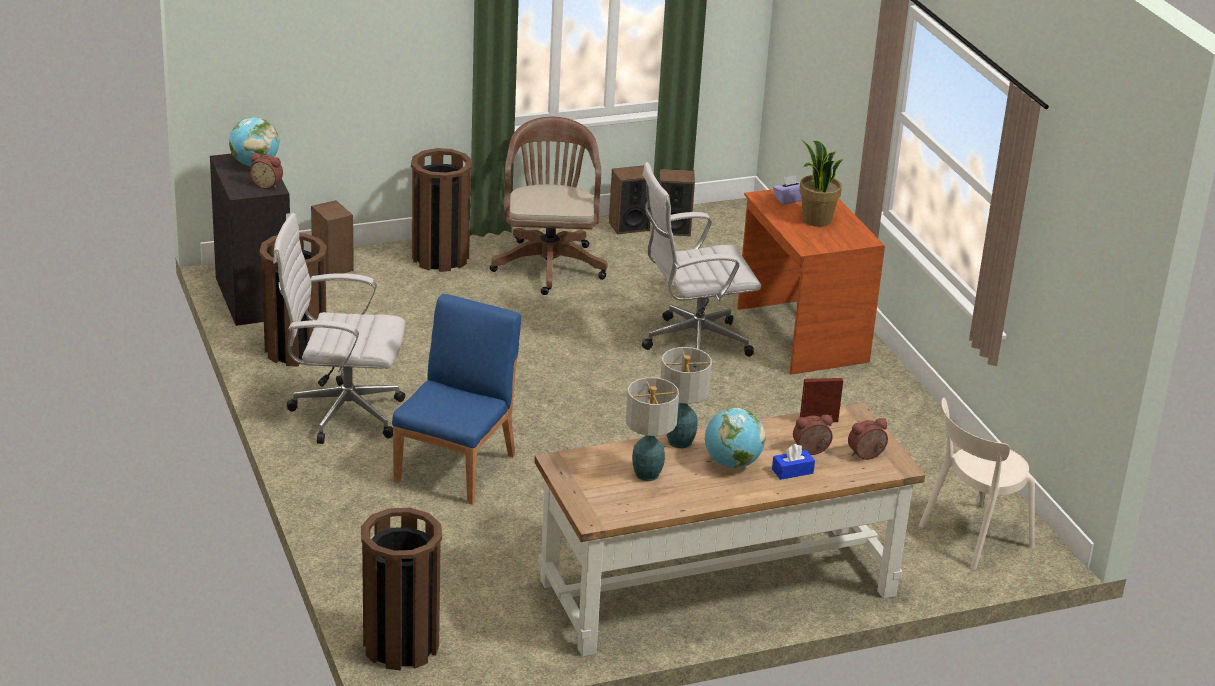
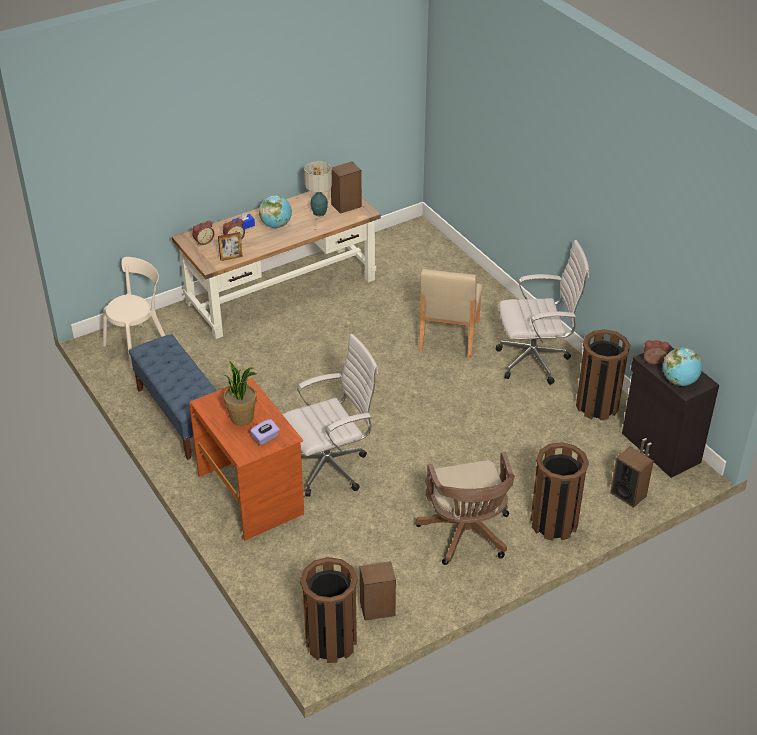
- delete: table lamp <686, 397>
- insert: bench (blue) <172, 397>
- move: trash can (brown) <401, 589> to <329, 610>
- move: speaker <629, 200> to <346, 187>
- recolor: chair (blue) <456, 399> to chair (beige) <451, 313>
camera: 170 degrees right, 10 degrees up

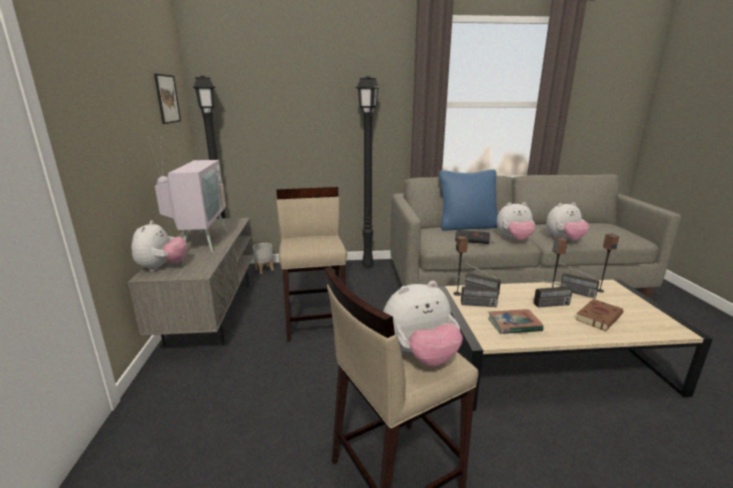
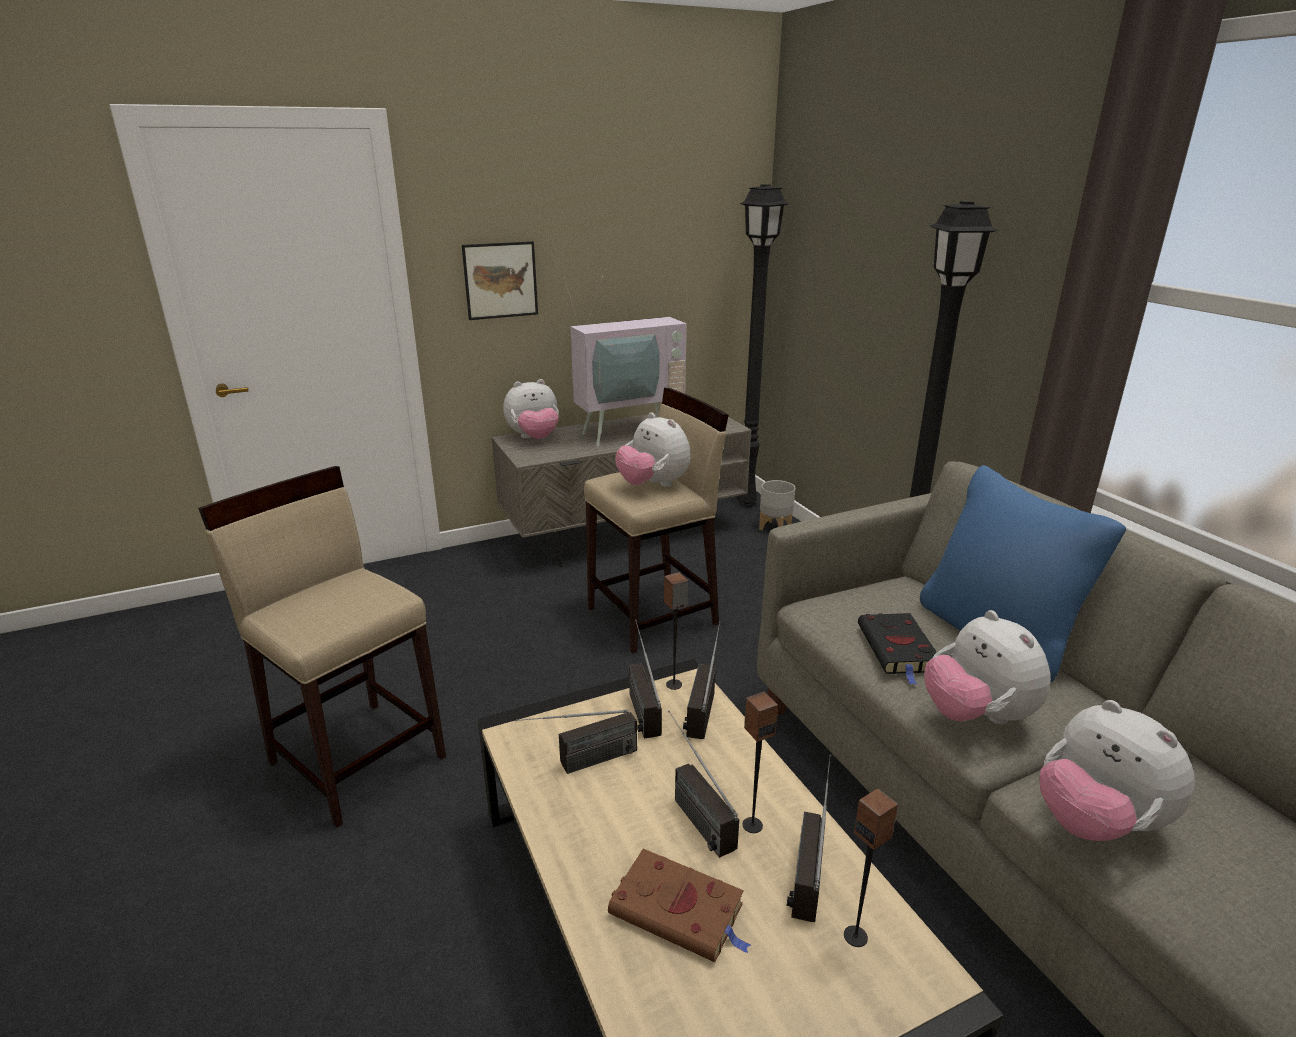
- move: picture <167, 99> to <500, 280>
- move: plush toy <423, 324> to <652, 449>
- replace: book <516, 321> to radio <576, 742>
camera: 70 degrees right, 5 degrees up

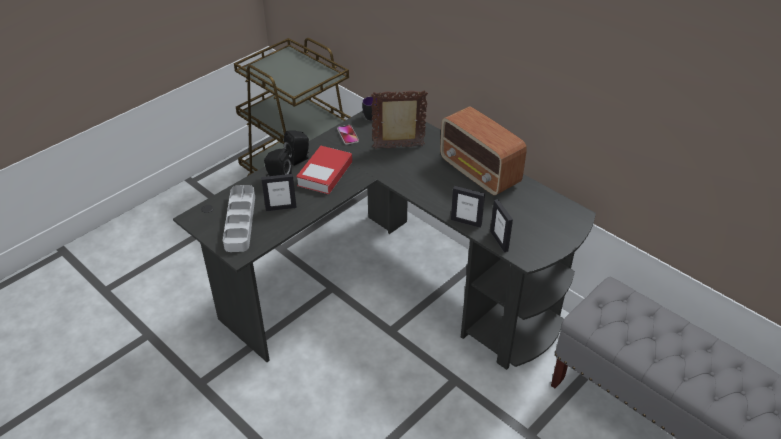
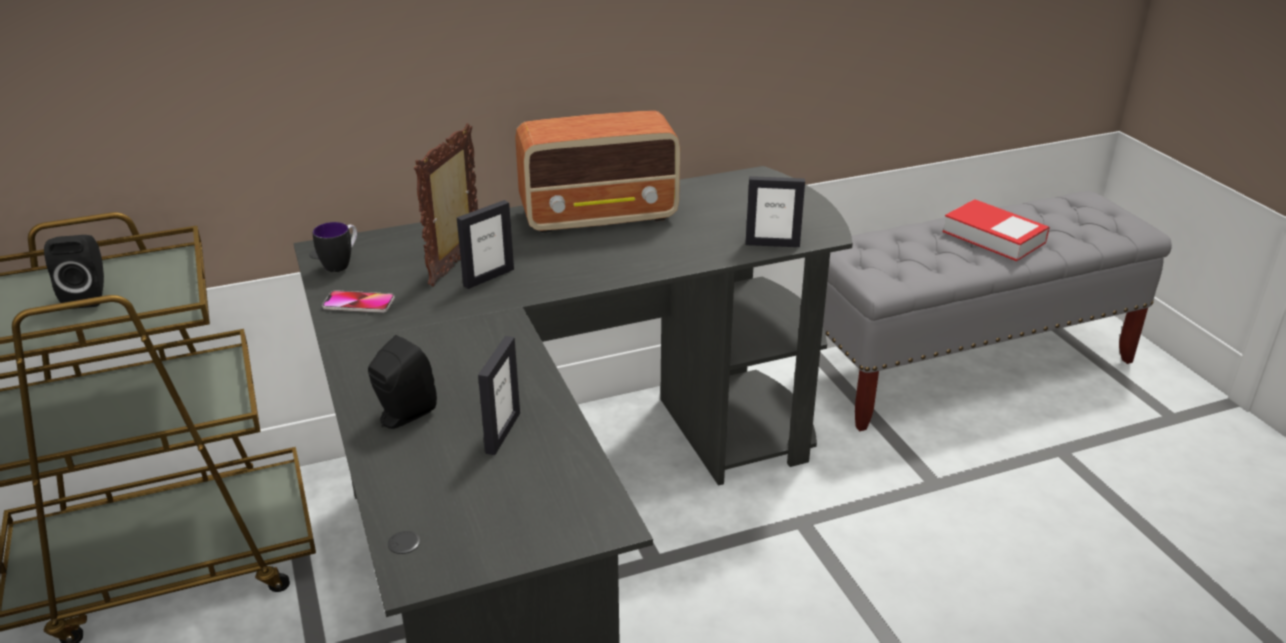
- delete: tray (grey) <239, 218>
- move: speaker (black) <296, 148> to <74, 272>
- move: book <324, 170> to <996, 230>
- move: picture frame <468, 207> to <485, 244>
camera: 65 degrees left, 10 degrees down

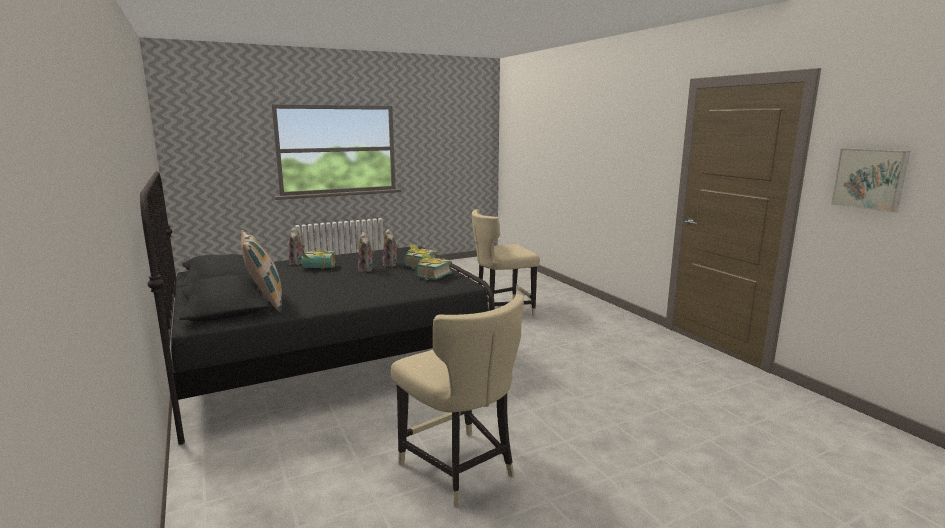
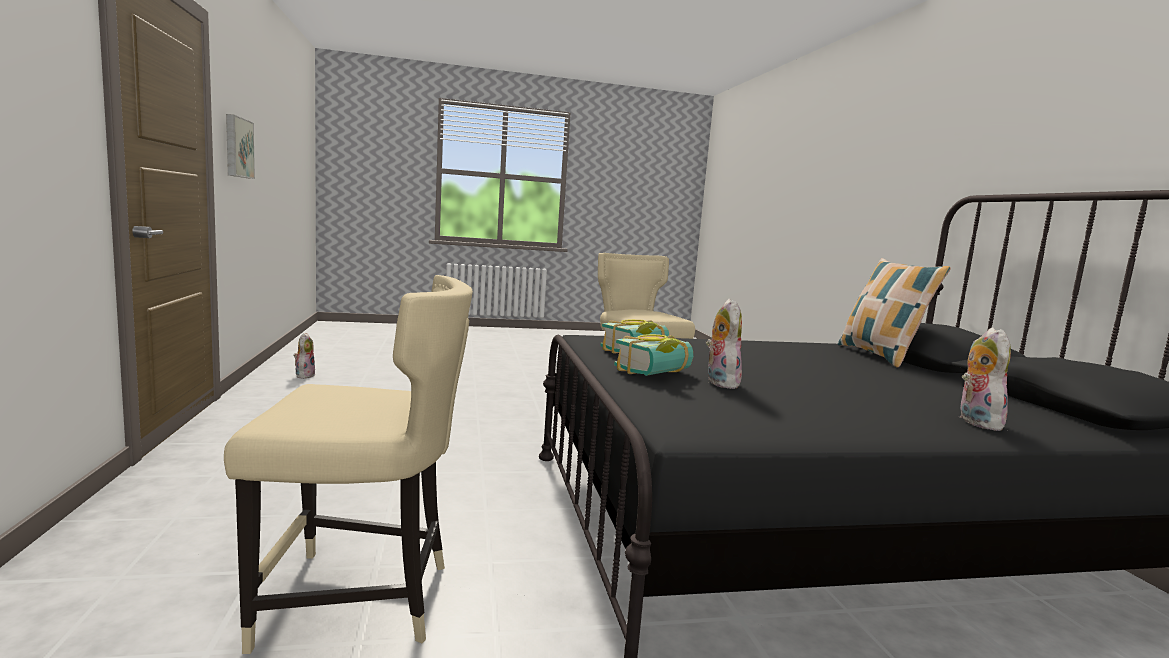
- delete: book <318, 259>
- move: plush toy <366, 252> to <304, 356>
camera: 165 degrees left, 5 degrees down

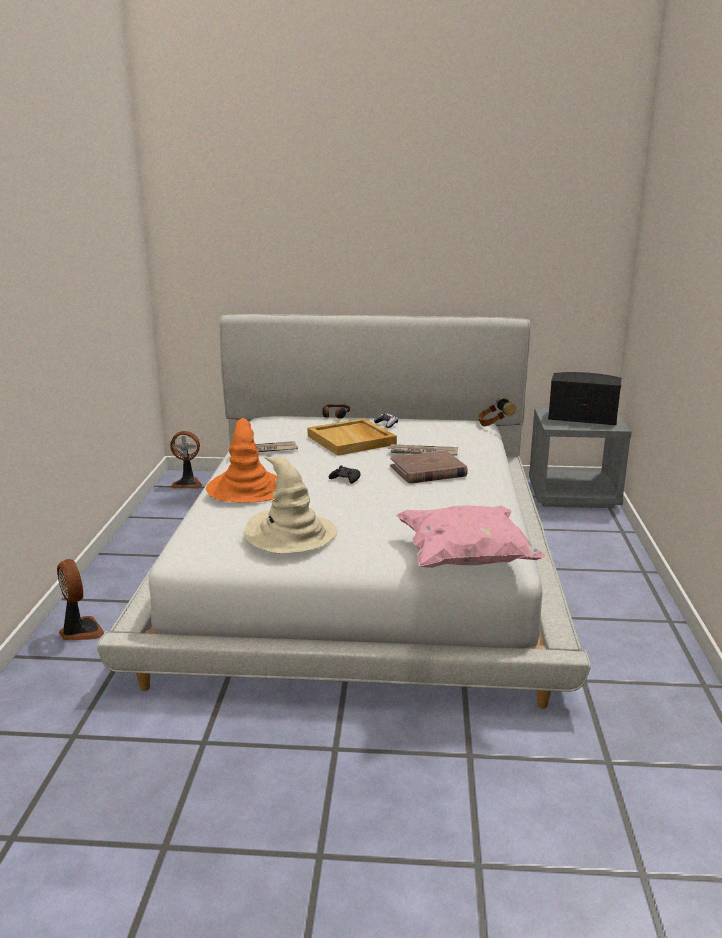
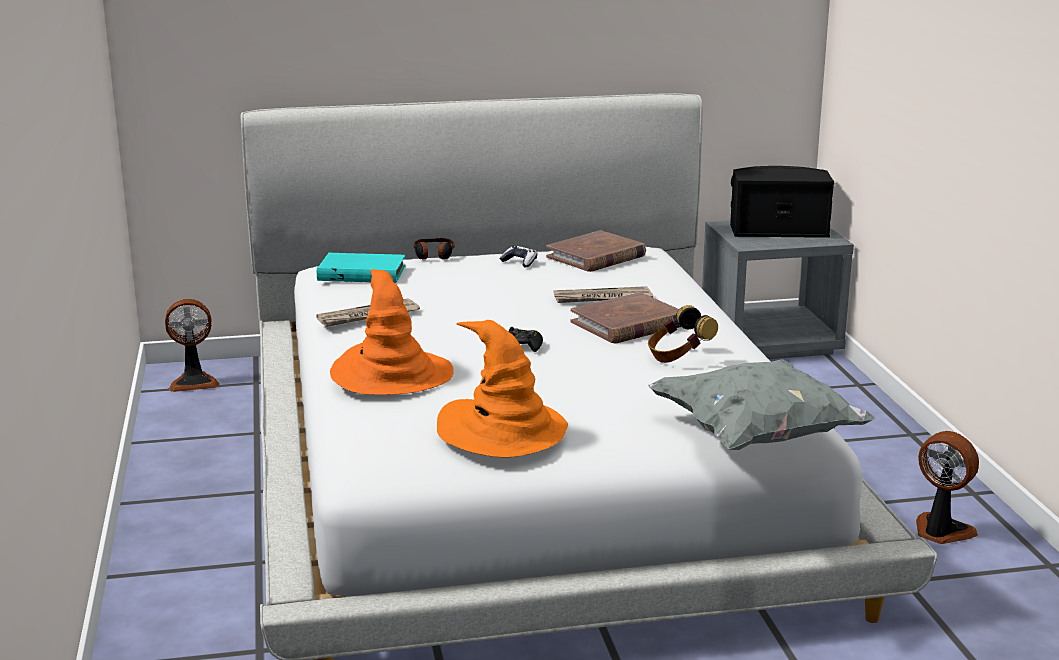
- delete: tray (beige) <352, 437>
- insert: book (turquoise) <361, 268>
- insert: book (brown) <596, 251>
- move: fan <80, 599> to <947, 487>
- move: headphones <496, 411> to <683, 334>
- recolor: hat (beige) <290, 505> to hat (orange) <502, 388>
- recolor: pillow (pink) <471, 536> to pillow (grey) <761, 404>
camera: 15 degrees left, 0 degrees up

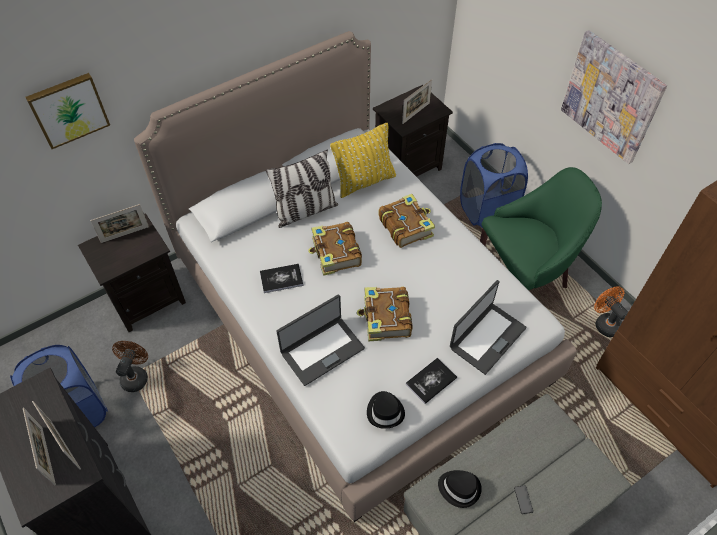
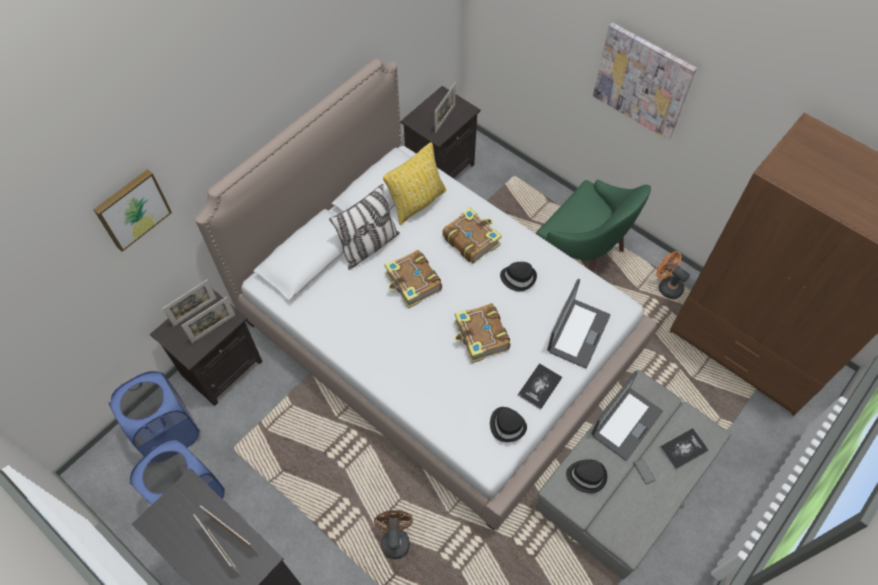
- insert: picture frame <208, 320>
- insert: hat (black) <518, 276>
- move: fan (brown) <130, 366> to <393, 534>
- move: book <281, 278> to <684, 449>
- move: laptop <321, 340> to <627, 416>
- move: laundry basket (blue) <494, 185> to <154, 413>
- rotate: armchair (green) <541, 228> = <593, 226> 75 degrees clockwise
camera: 15 degrees left, 5 degrees up

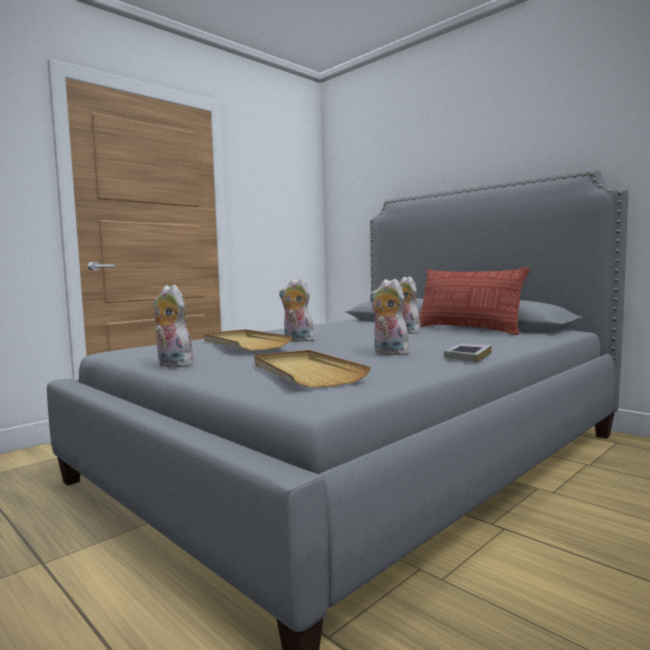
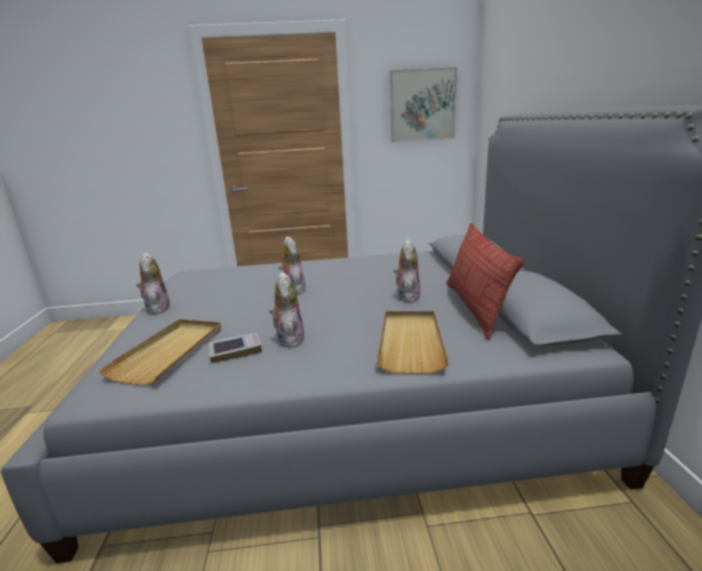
- insert: picture <423, 104>
- move: tray (beige) <248, 340> to <412, 342>
- move: book <468, 352> to <235, 348>
camera: 40 degrees right, 15 degrees up

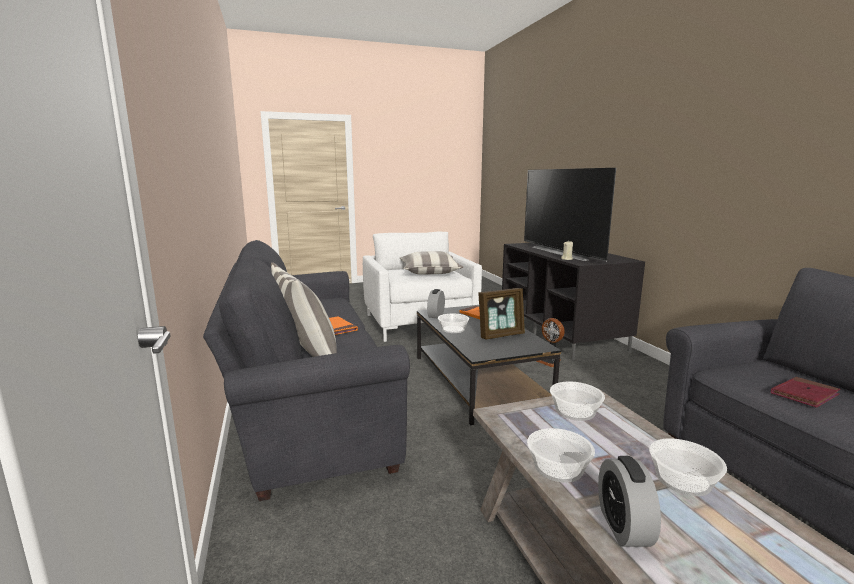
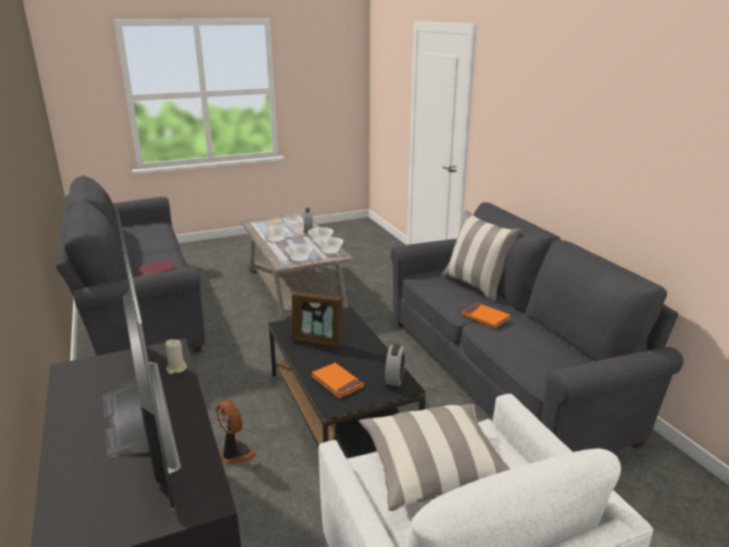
- move: bowl <453, 323> to <330, 246>
- rotate: picture frame <502, 314> = <317, 319> 135 degrees counterclockwise
camera: 175 degrees right, 10 degrees up

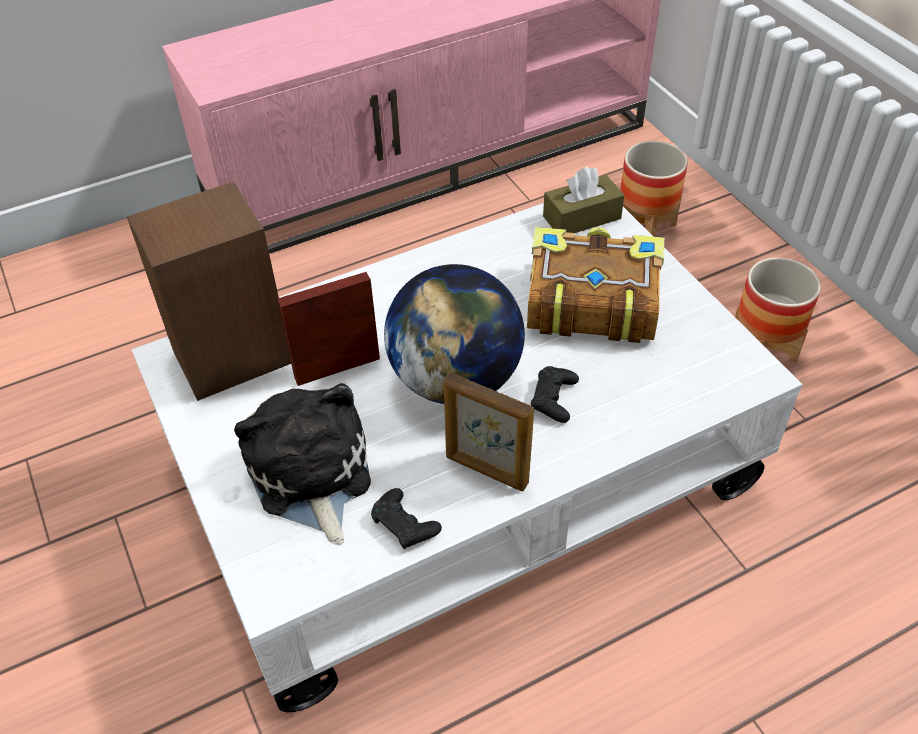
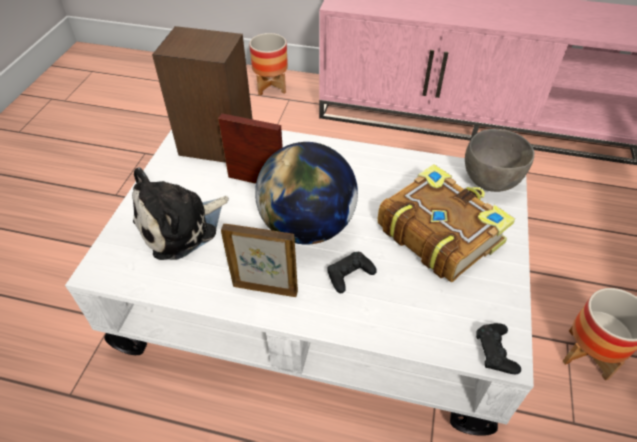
- move: game controller (black) <406, 518> to <498, 348>
- move: planter <654, 189> to <268, 64>
- replace: tissue box (brown) <583, 199> to bowl (grey) <500, 160>
- rotate: plush toy <302, 464> = <180, 213> 150 degrees counterclockwise
- rotate: picture frame <489, 431> = <259, 260> 120 degrees clockwise
camera: 40 degrees right, 0 degrees up

